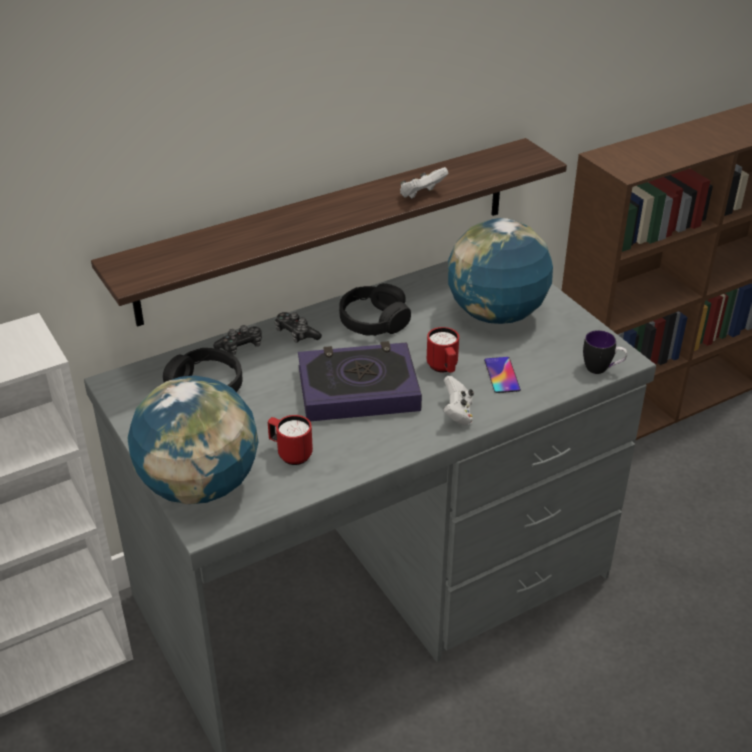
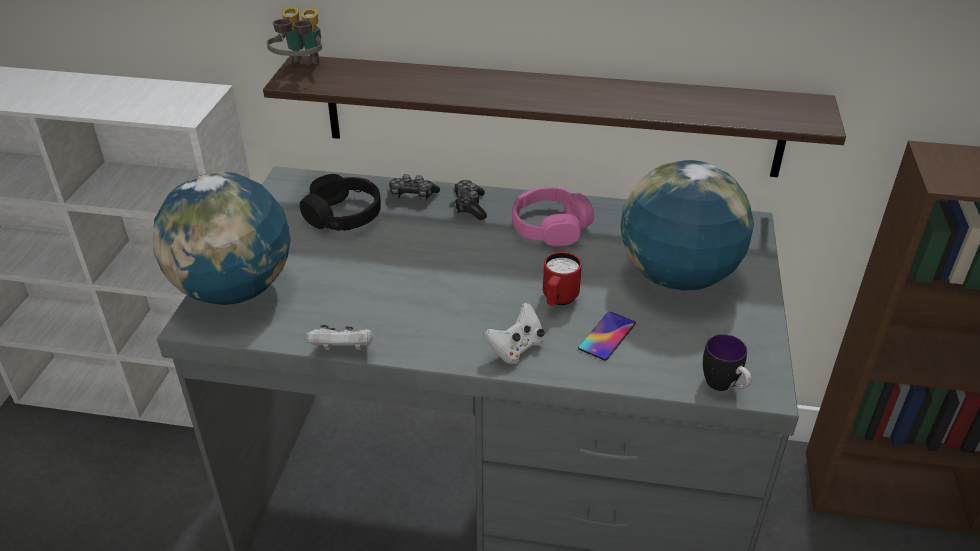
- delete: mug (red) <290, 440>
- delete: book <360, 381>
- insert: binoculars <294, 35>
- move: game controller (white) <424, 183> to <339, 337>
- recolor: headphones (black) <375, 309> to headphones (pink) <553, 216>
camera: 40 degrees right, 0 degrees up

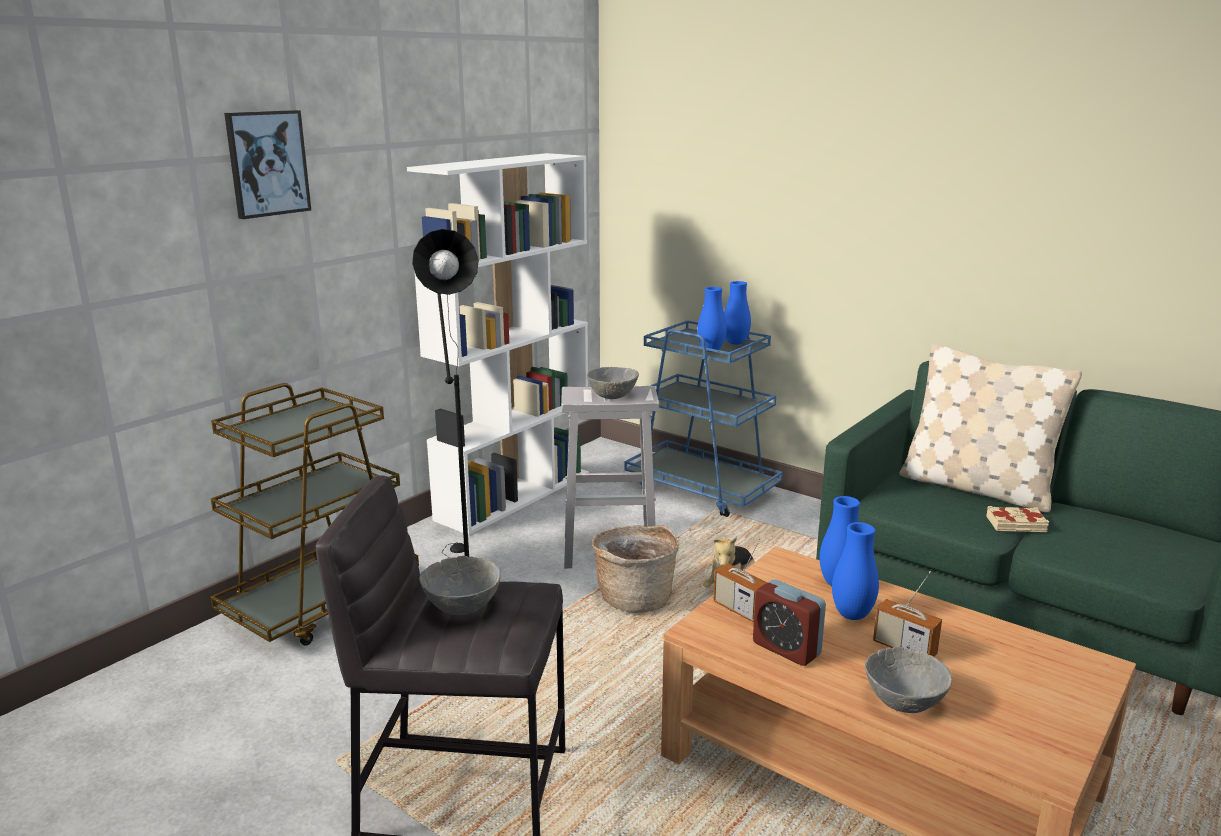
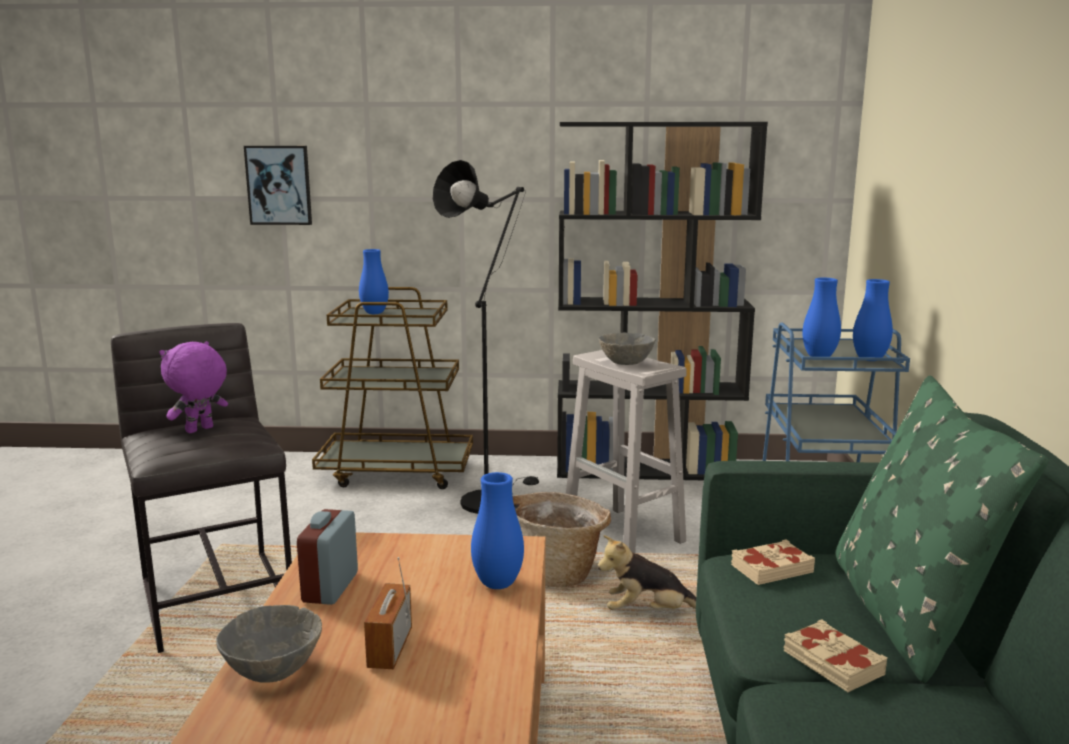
- delete: radio <740, 580>
- insert: book (beige) <773, 562>
- move: picture <267, 164> to <278, 185>
- move: vase (blue) <855, 571> to <374, 281>
- replace: bowl (grey) <460, 585> to plush toy (purple) <193, 387>
- recolor: bookcase (white) <498, 344> to bookcase (black) <662, 301>
- recolor: pillow (beige) <990, 428> to pillow (green) <941, 529>
camera: 55 degrees right, 5 degrees down

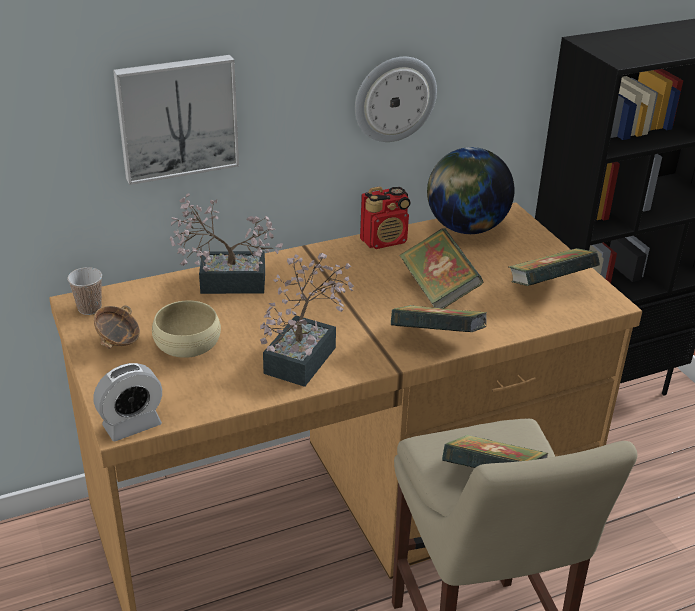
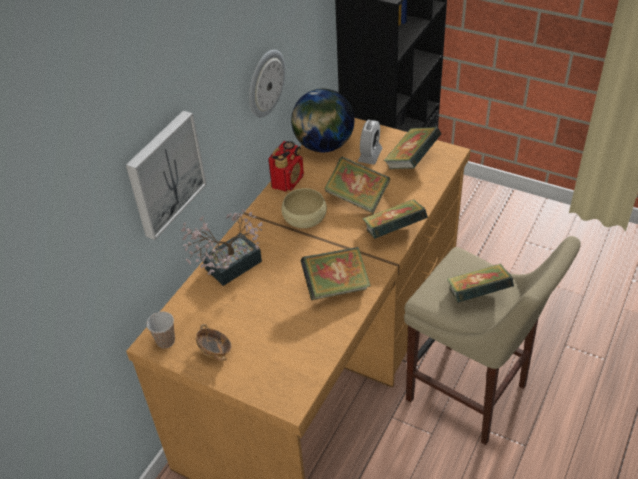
- move: alarm clock <127, 402> to <370, 142>
- move: bowl (beige) <186, 329> to <304, 208>
- replace: potted plant <307, 320> to book <335, 273>
camera: 35 degrees left, 10 degrees up

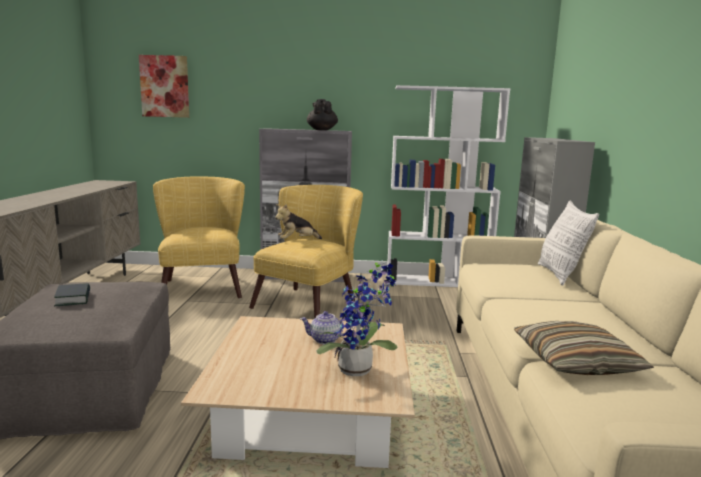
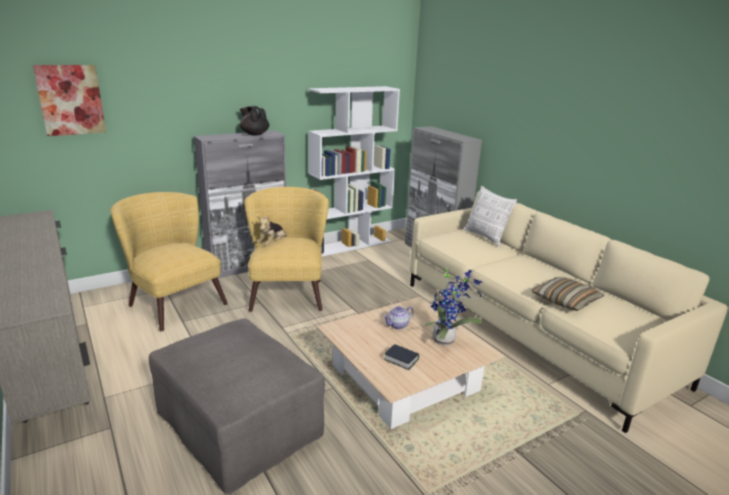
- move: book <72, 294> to <401, 357>
camera: 35 degrees left, 10 degrees up

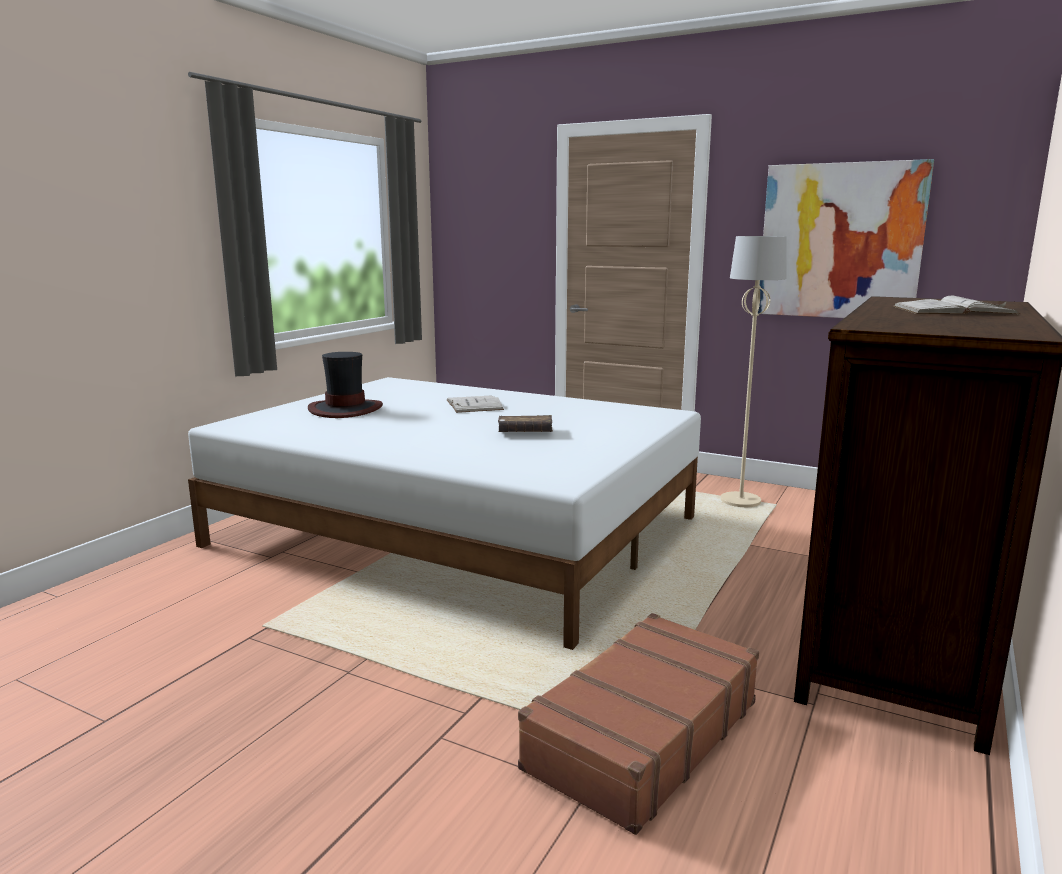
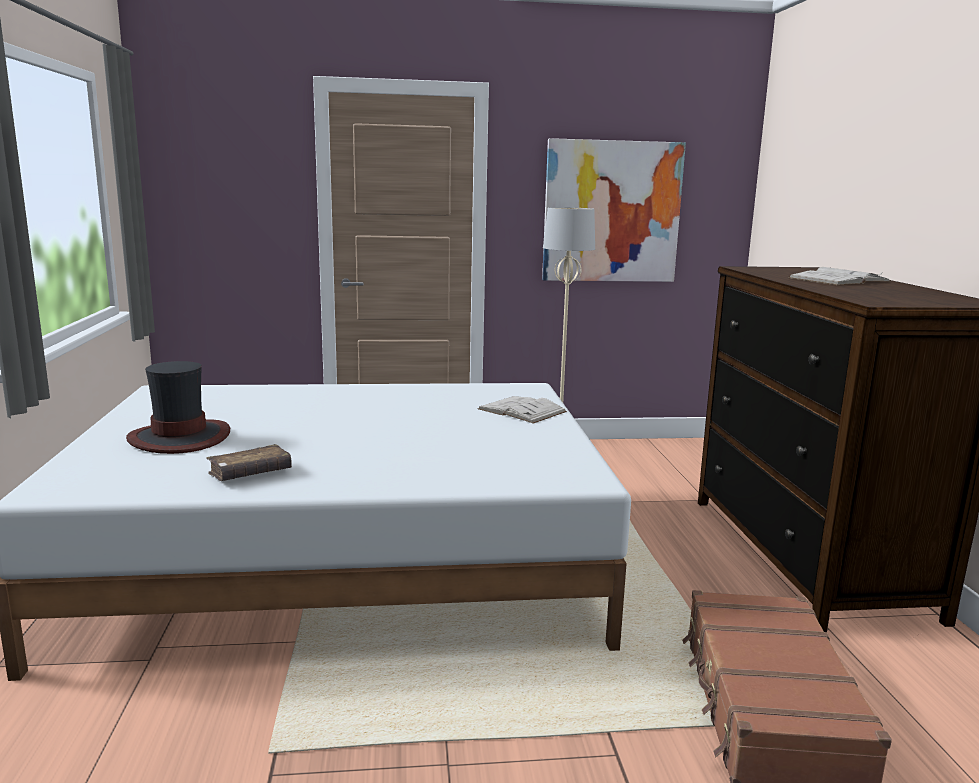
- move: book (white) <475, 404> to <522, 410>
- move: book (brown) <525, 423> to <249, 462>
camera: 35 degrees left, 0 degrees up

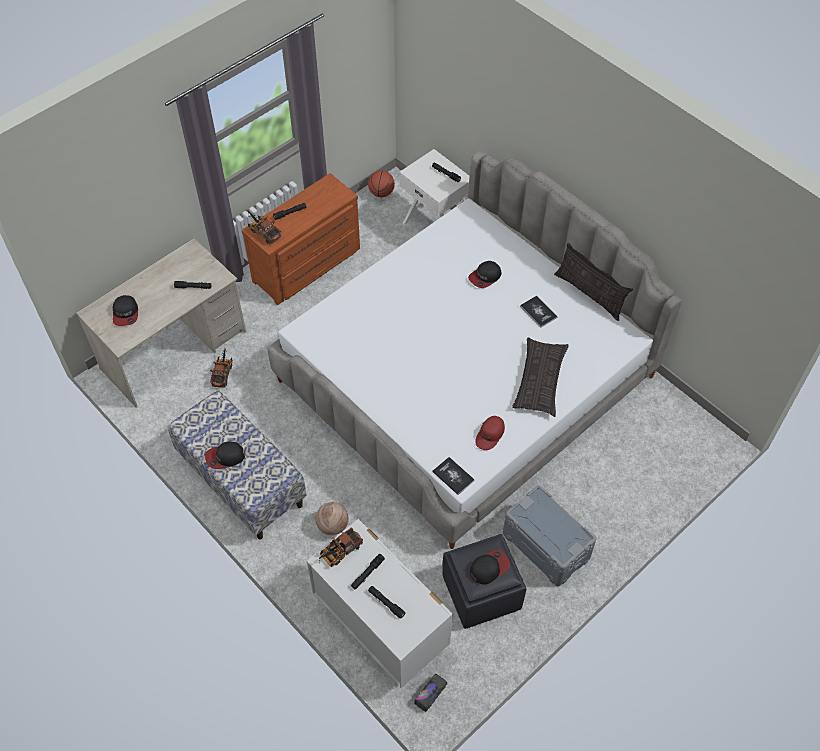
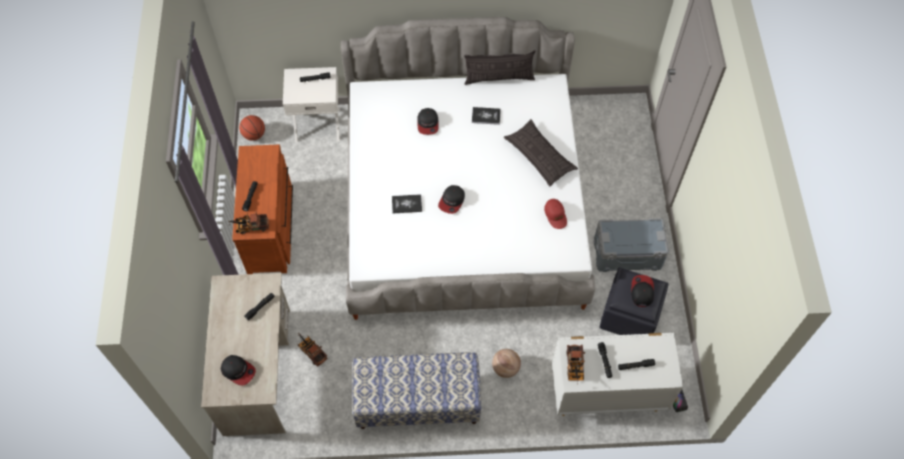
- move: cap <225, 455> to <451, 199>
- move: book <453, 476> to <407, 203>
camera: 50 degrees left, 5 degrees up

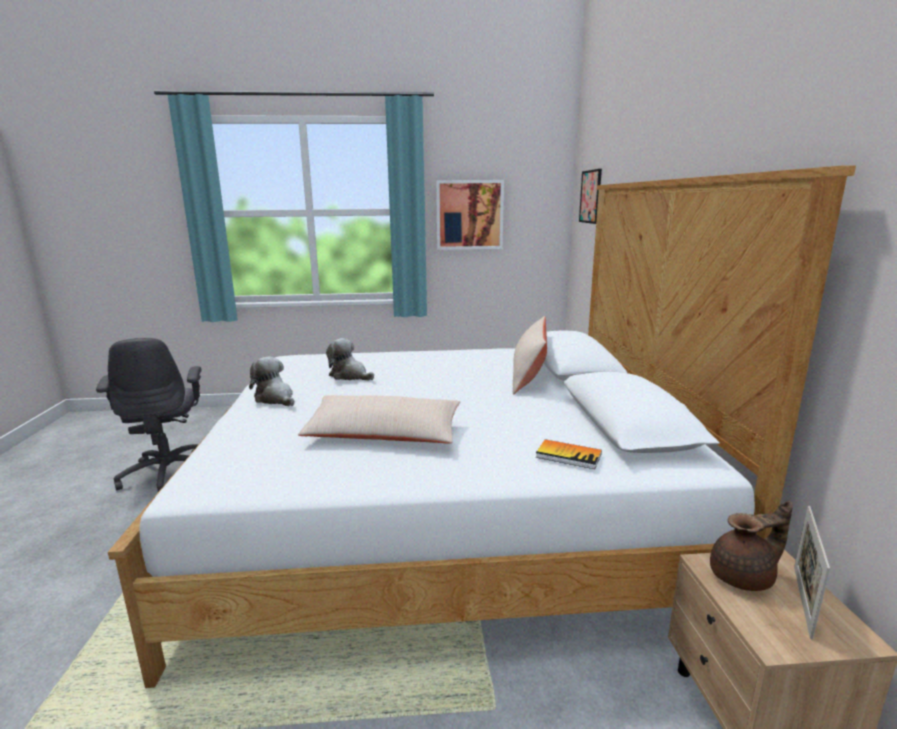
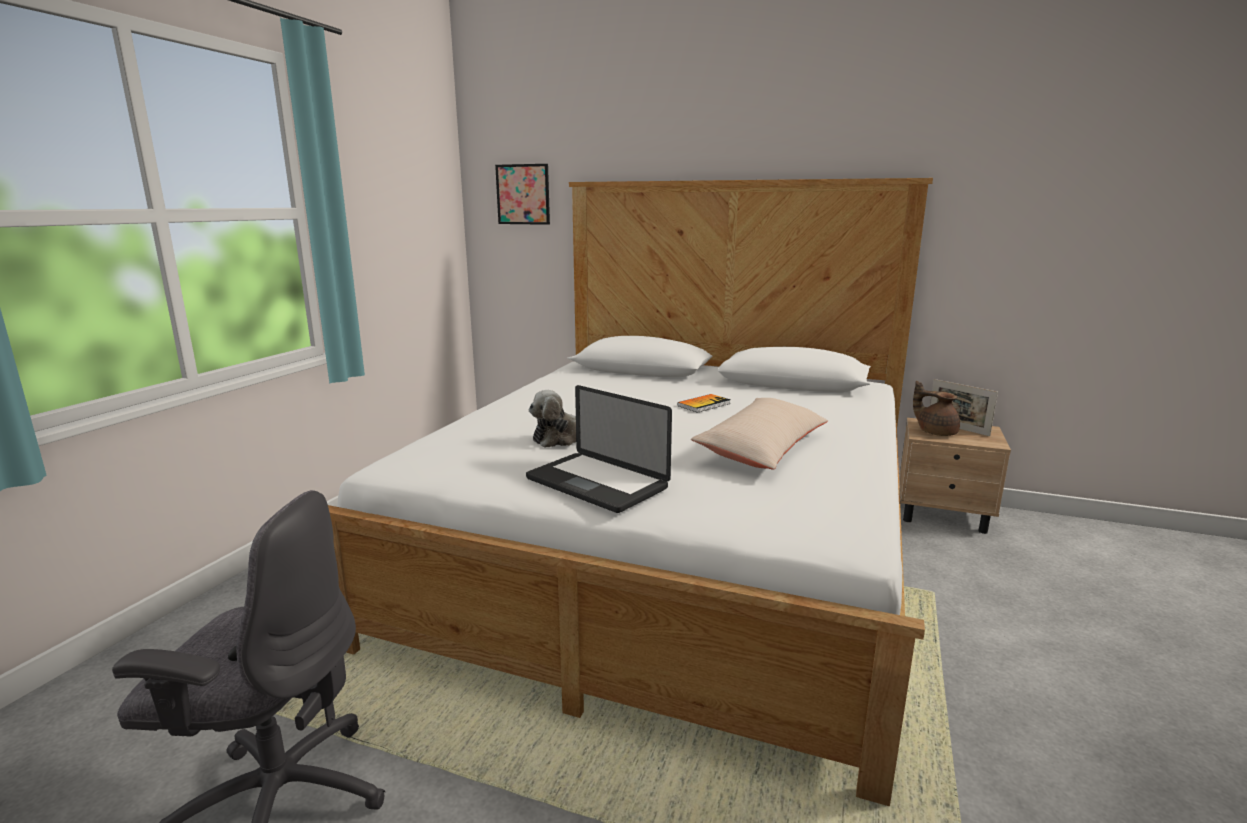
- delete: picture <470, 215>
- delete: pillow (beige) <530, 355>
- move: book <569, 454> to <704, 403>
- replace: plush toy <271, 381> to laptop <599, 449>
- rotate: teapot (brown) <751, 546> = <936, 408> 60 degrees counterclockwise
camera: 65 degrees left, 0 degrees up

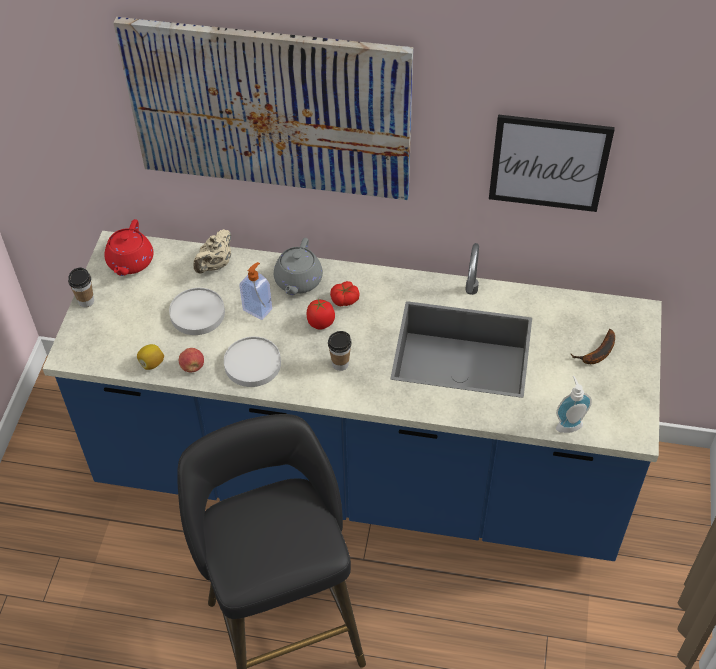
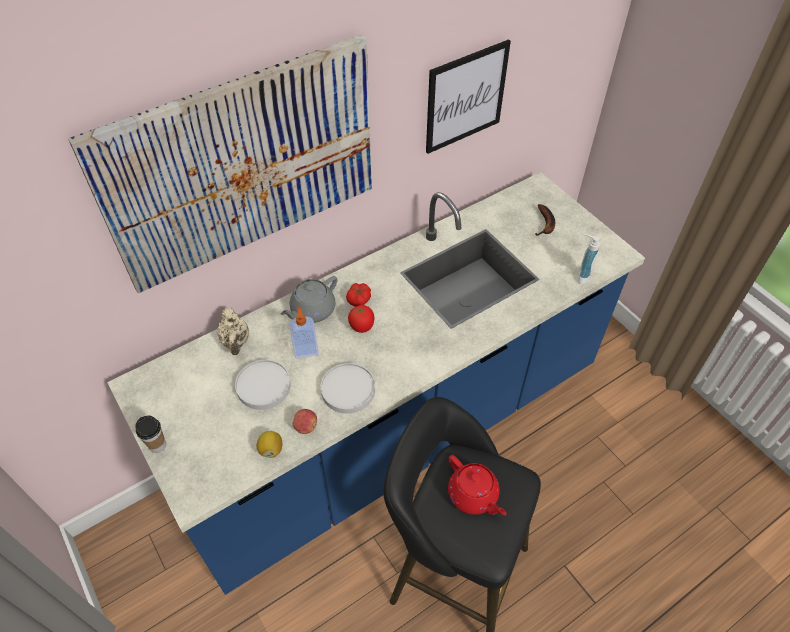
- delete: cup <340, 351>
- move: teapot (red) <129, 247> to <477, 485>
- rotate: teapot (grey) <298, 266> = <309, 299> 75 degrees clockwise
camera: 45 degrees left, 0 degrees up

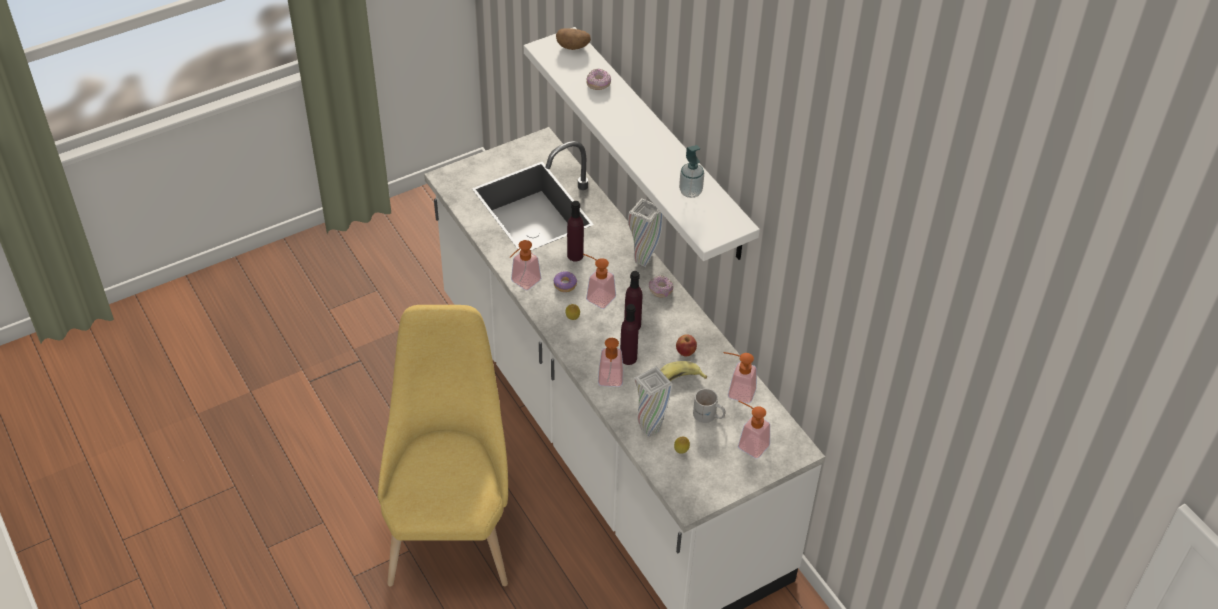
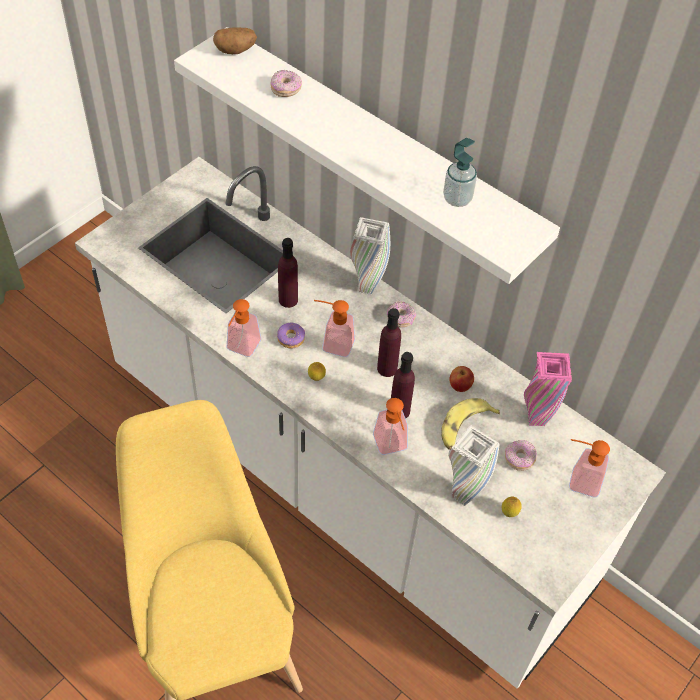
- replace: mug (white) <709, 405> to donut <521, 455>
- replace: soap dispenser <740, 377> to vase (pink) <548, 389>
camera: 20 degrees left, 5 degrees up

